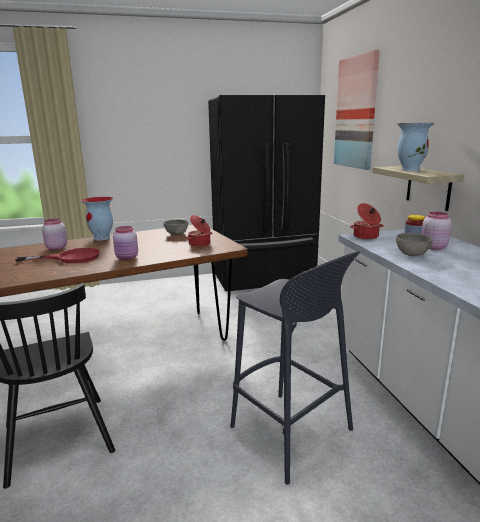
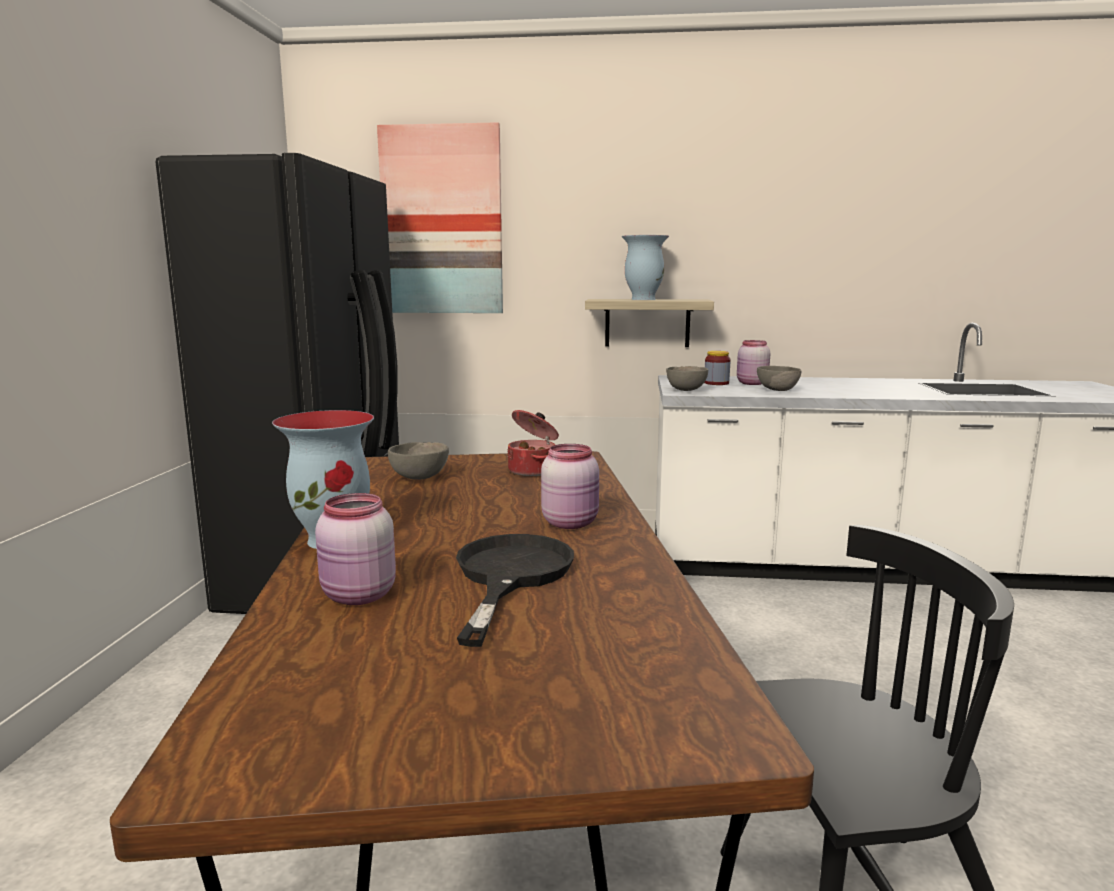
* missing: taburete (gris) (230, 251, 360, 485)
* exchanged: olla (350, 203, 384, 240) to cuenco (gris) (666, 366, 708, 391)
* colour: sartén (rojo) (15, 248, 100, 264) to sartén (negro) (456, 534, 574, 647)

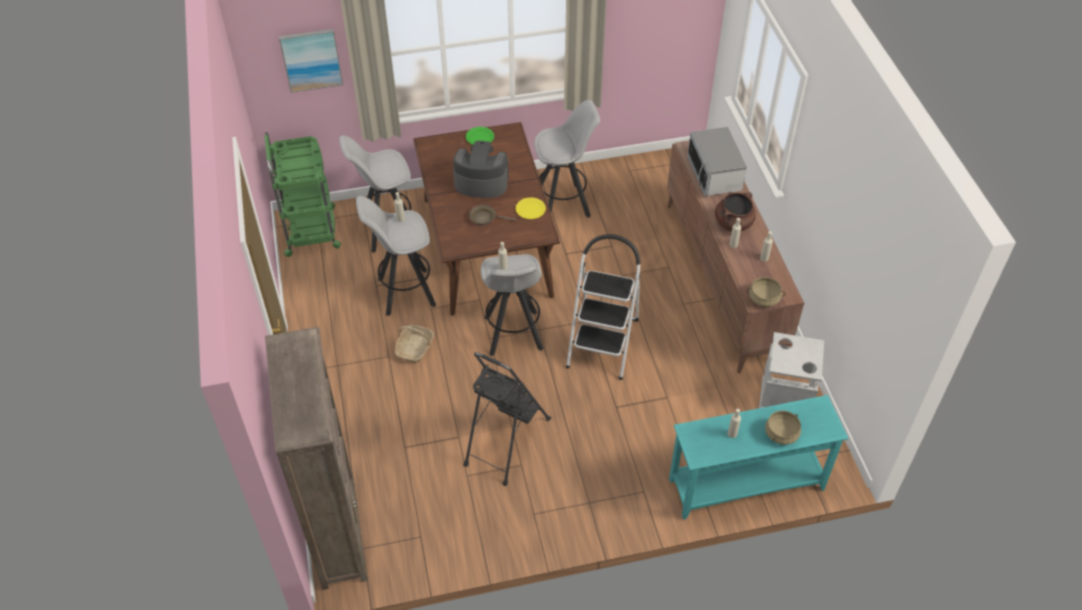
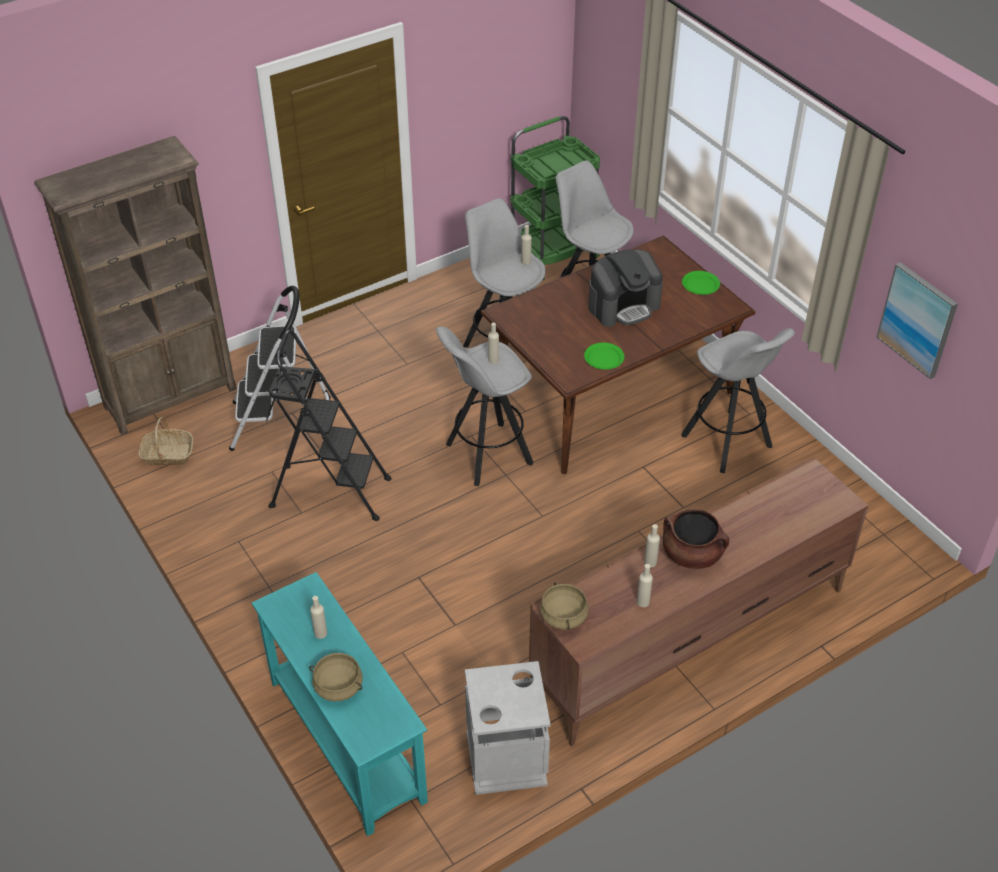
* missing: sartén (marrón) (469, 205, 516, 225)
* missing: microondas (687, 127, 747, 196)
* relocated: cuadro (279, 29, 343, 93) to (877, 262, 958, 379)
* relocated: cesta (395, 325, 434, 363) to (139, 417, 193, 465)
* relocated: escalera de tijera (566, 234, 641, 380) to (229, 286, 330, 451)
* colour: plato (amarillo) (516, 197, 546, 219) to plato (verde) (584, 343, 624, 370)
* spun: cafetera (453, 141, 509, 198) = (588, 249, 663, 327) 75 degrees clockwise

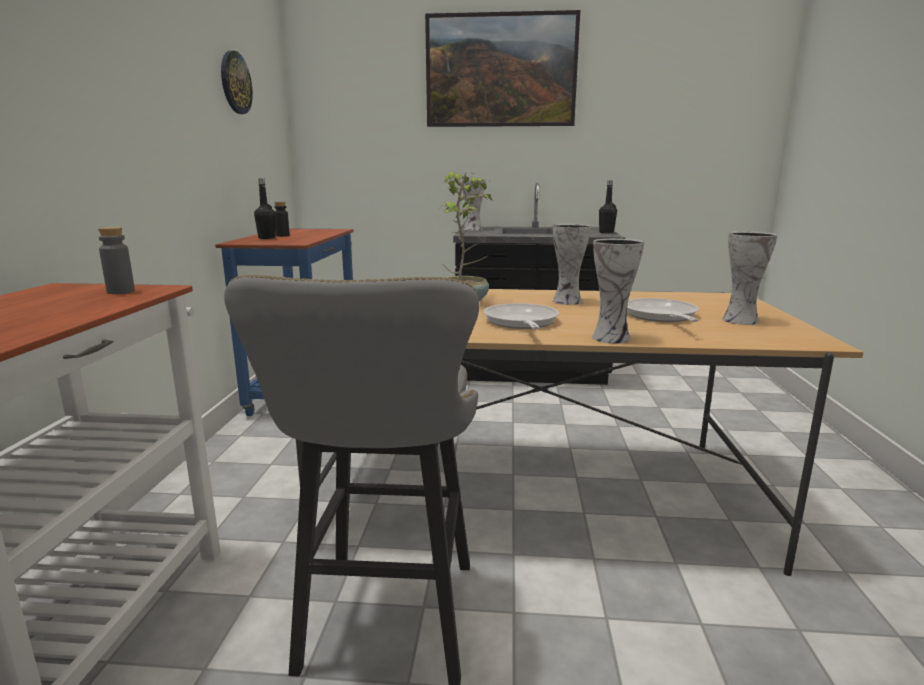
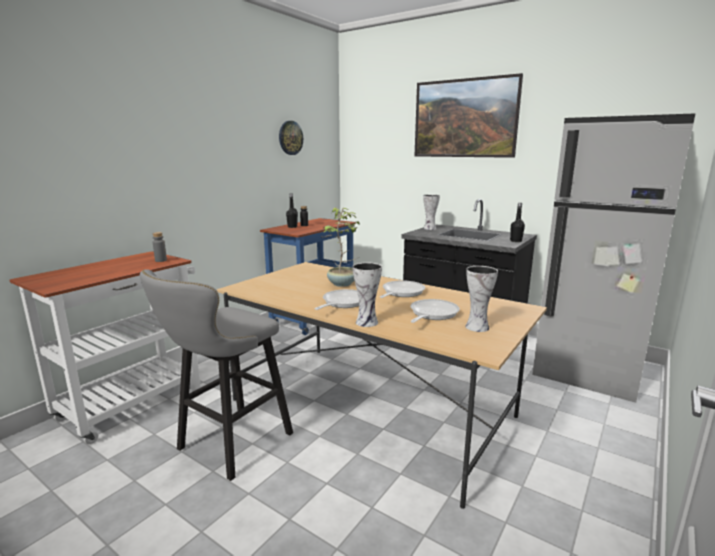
* appeared: nevera (gris) (532, 113, 696, 403)
* exchanged: florero (552, 224, 591, 305) to sartén (380, 280, 425, 298)

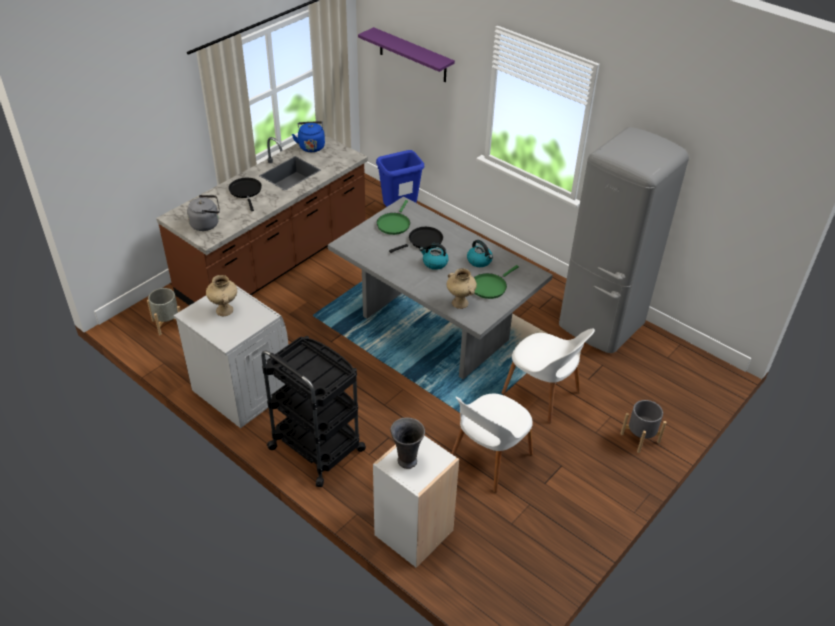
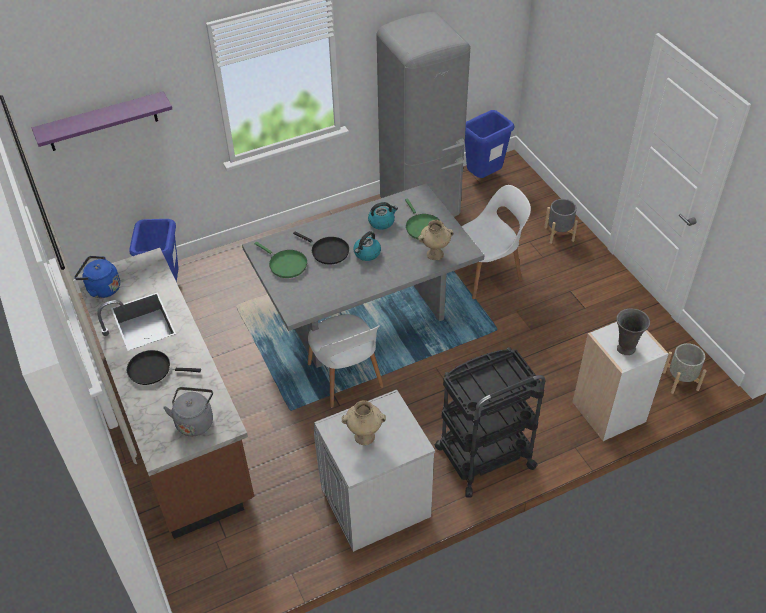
* appeared: papelera (azul) (465, 110, 514, 178)
* relocated: maceta (gris) (147, 288, 181, 335) to (663, 343, 707, 394)
* relocated: silla (blanco) (451, 394, 533, 493) to (308, 314, 384, 408)
* spun: sartén (negro) (389, 227, 443, 253) = (293, 231, 349, 264) 135 degrees clockwise

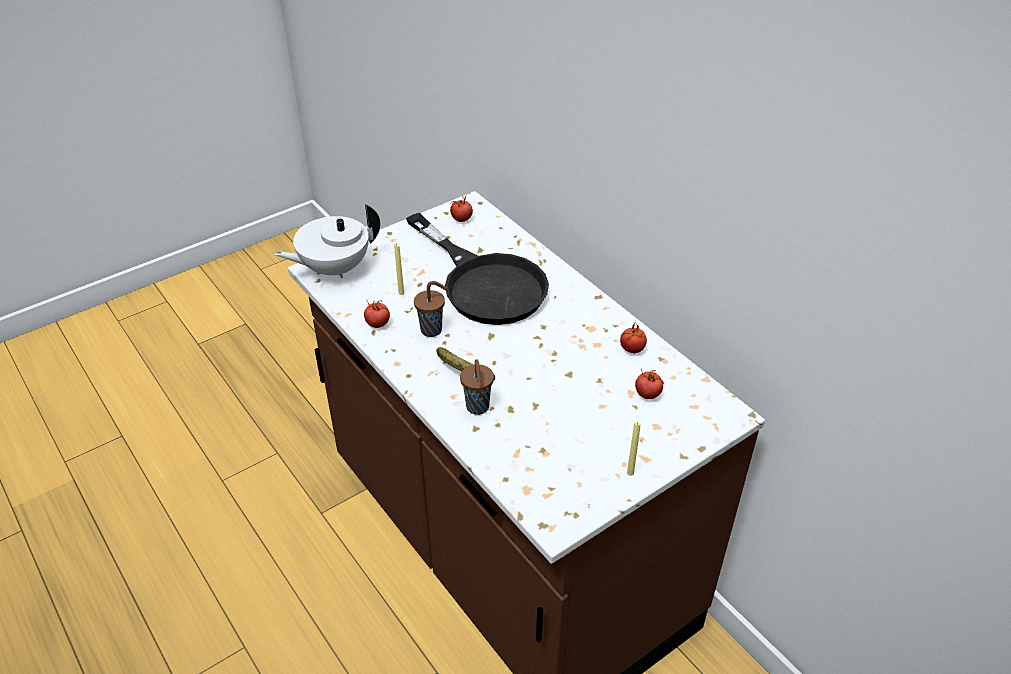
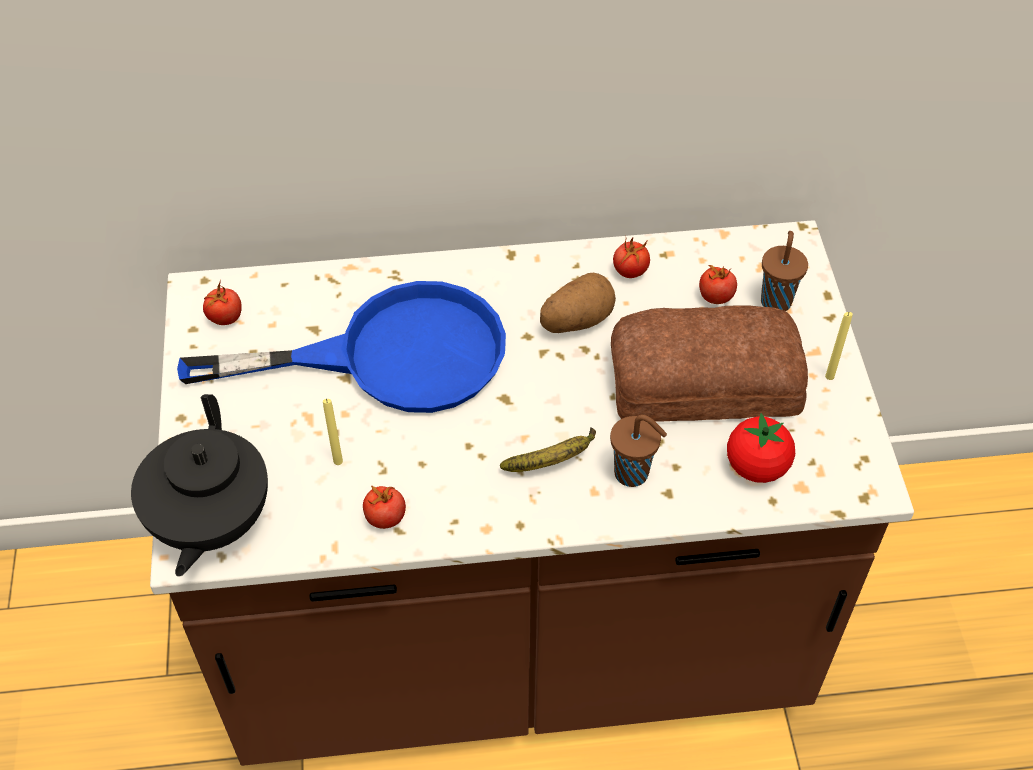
* appeared: patata (540, 273, 616, 333)
* appeared: pan (611, 306, 808, 422)
* appeared: tomate (727, 413, 795, 483)
* relocated: taza (marrón) (414, 281, 447, 337) to (761, 231, 808, 311)
* colour: tetera (blanco) (274, 204, 380, 278) to tetera (negro) (131, 394, 268, 577)
* colour: sartén (negro) (406, 213, 549, 325) to sartén (azul) (177, 281, 506, 413)

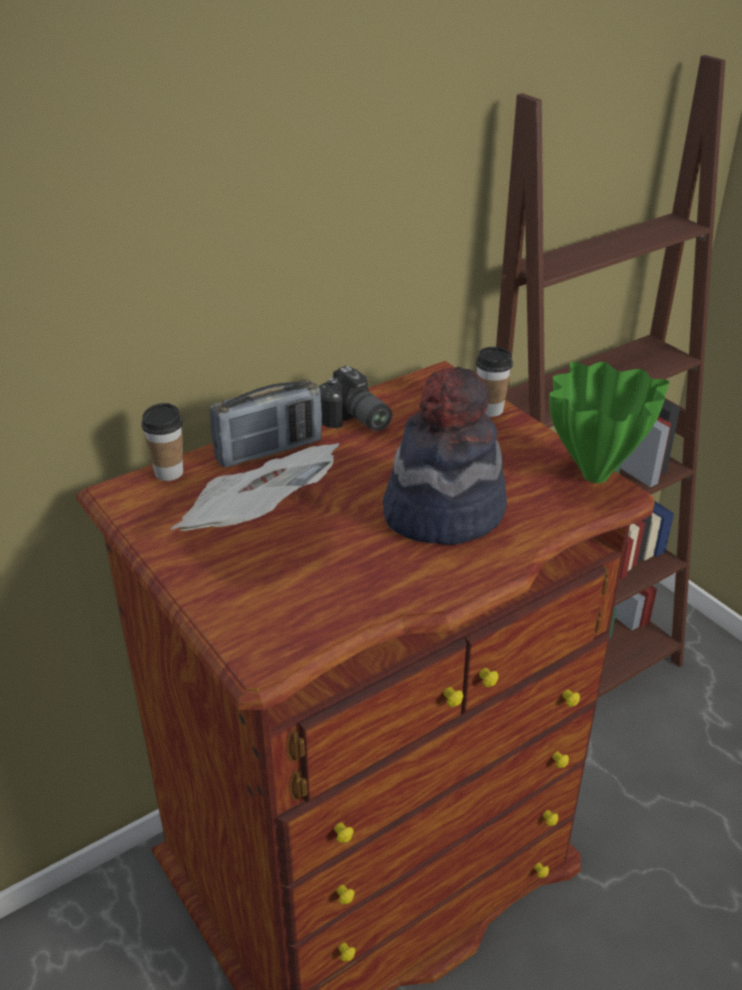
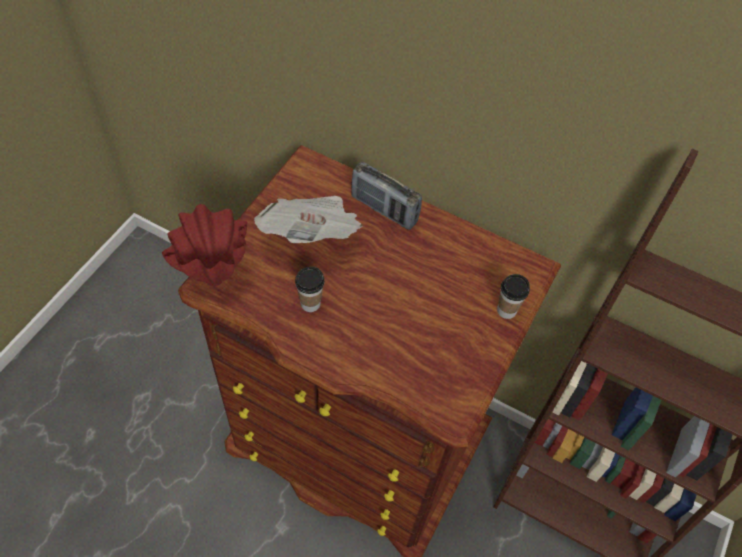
* missing: cámara (319, 366, 392, 431)
* missing: sombrero (383, 367, 507, 545)
* missing: florero (verde) (549, 362, 670, 483)
* appeared: florero (rojo) (162, 204, 247, 286)
* relocated: taza (141, 403, 183, 481) to (295, 267, 324, 312)

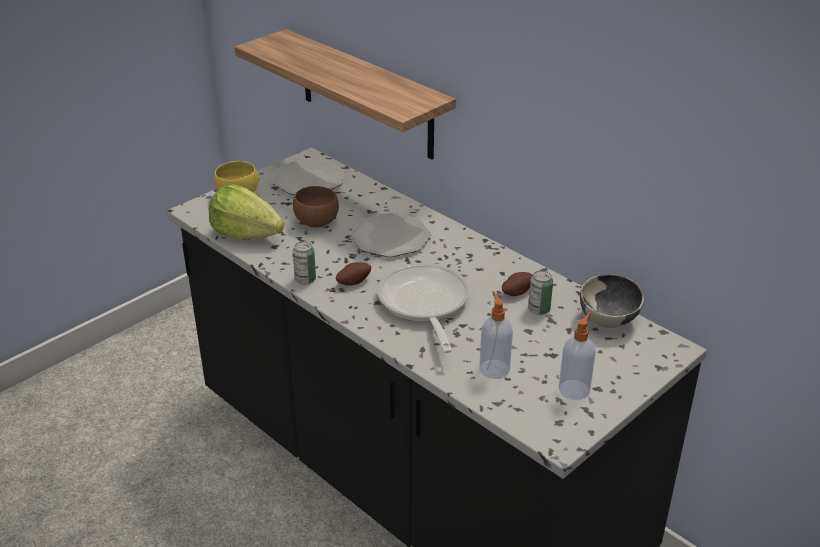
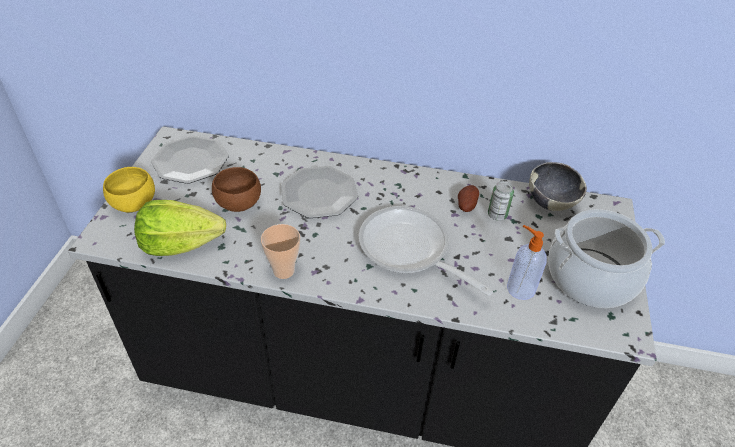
* missing: estante (234, 29, 456, 160)
* missing: patata (336, 262, 371, 286)
* exchanged: lata (293, 241, 316, 284) to taza (261, 224, 300, 279)
* exchanged: dispensador de jabón (559, 312, 596, 400) to olla (548, 209, 665, 308)

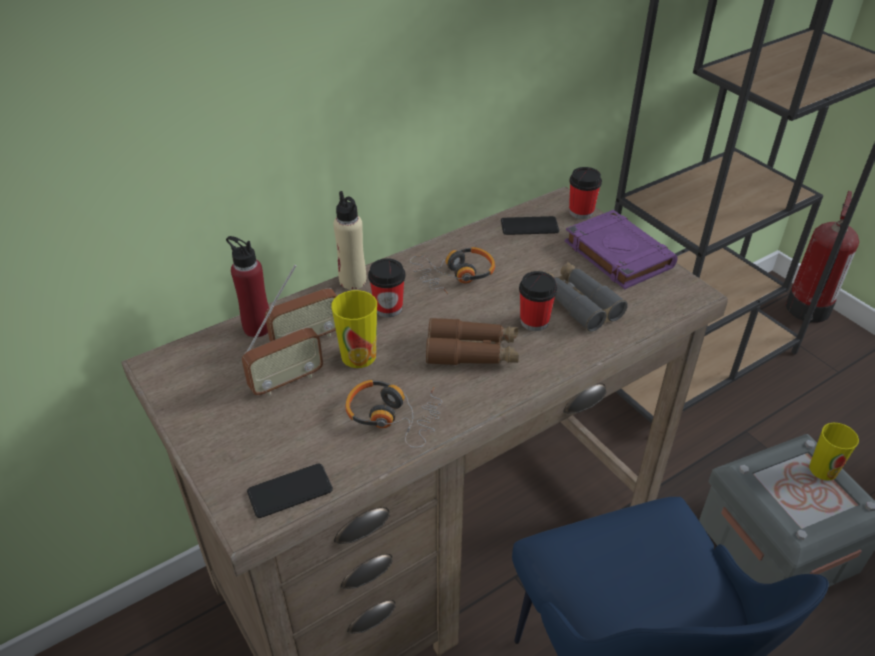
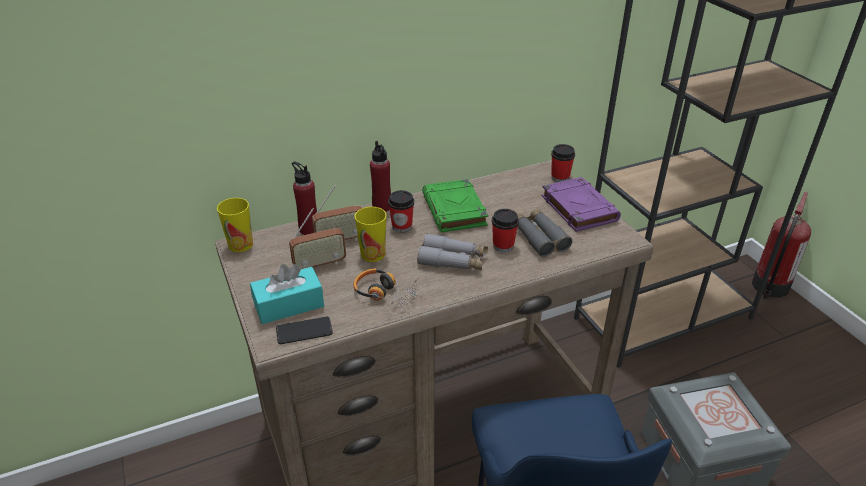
* missing: móvil (501, 216, 559, 235)
* appeared: caja de pañuelos (turquesa) (250, 264, 324, 324)
* relocated: taza (809, 423, 859, 481) to (217, 198, 253, 252)
* exchanged: auriculares (410, 247, 495, 294) to libro (verde) (422, 179, 488, 232)
* colour: botella (beis) (333, 191, 366, 289) to botella (rojo) (370, 141, 391, 212)
* colour: prismáticos (marrón) (426, 317, 519, 365) to prismáticos (gris) (417, 233, 488, 270)

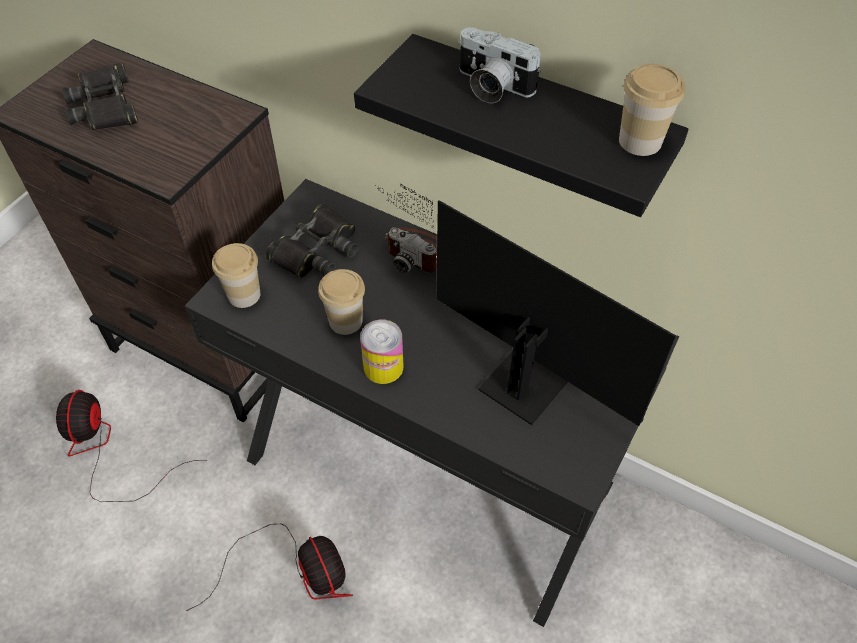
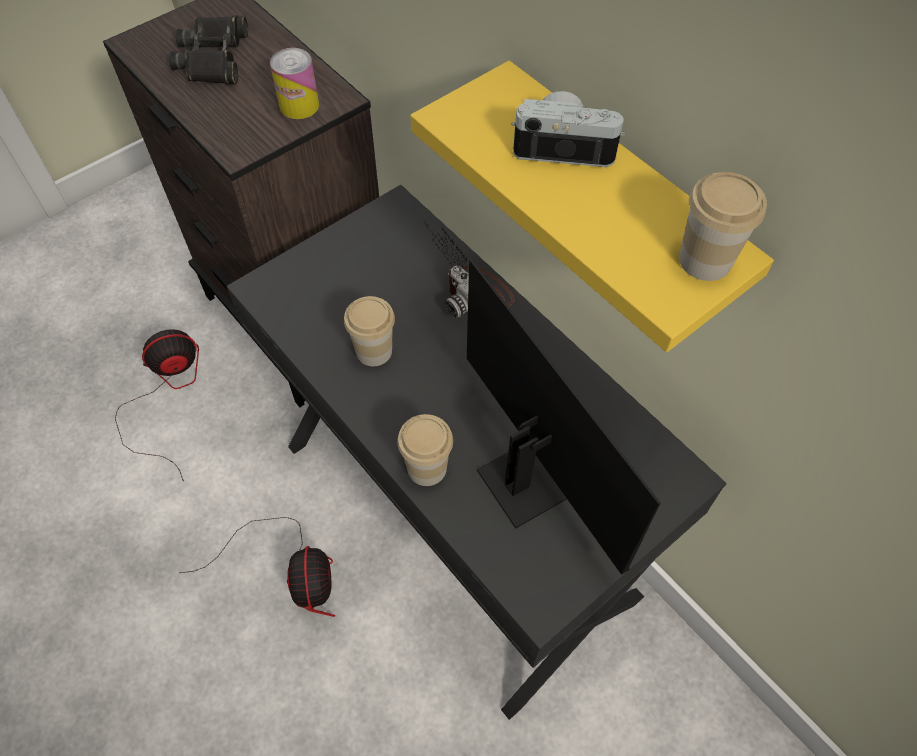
* missing: prismáticos (negro) (265, 204, 359, 278)
* relocated: taza (212, 243, 260, 308) to (397, 414, 453, 486)
* relocated: lata (360, 320, 403, 384) to (270, 48, 319, 119)
* colour: estante (negro) (354, 34, 688, 217) to estante (amarillo) (410, 61, 774, 352)
* spun: ventilador (56, 390, 207, 502) = (115, 329, 199, 482) 45 degrees clockwise
* spun: cámara (459, 27, 541, 103) = (511, 91, 625, 167) 135 degrees clockwise

